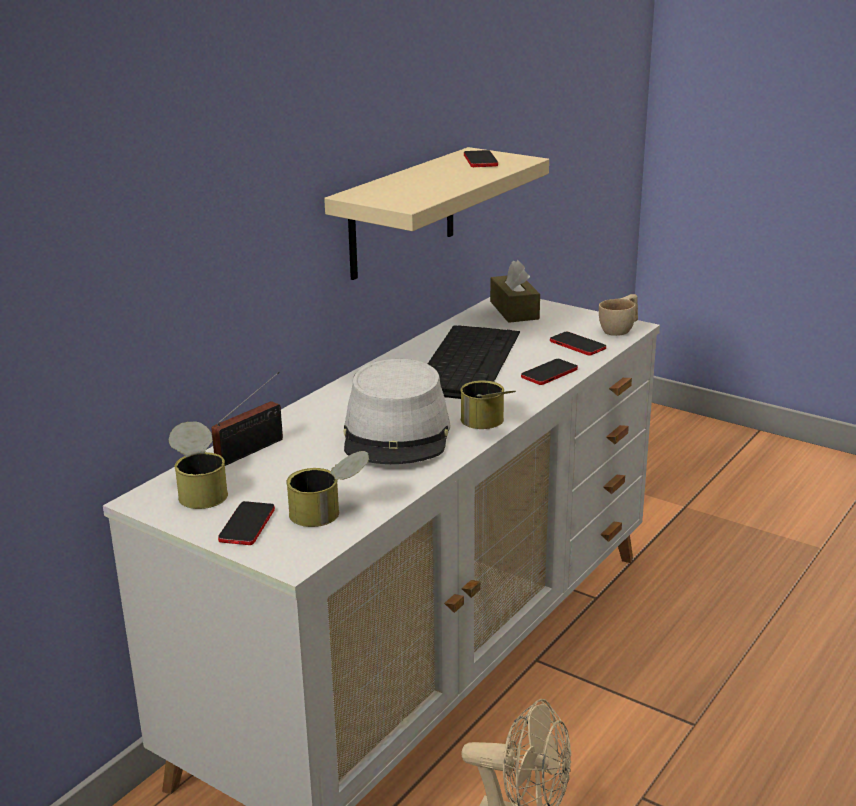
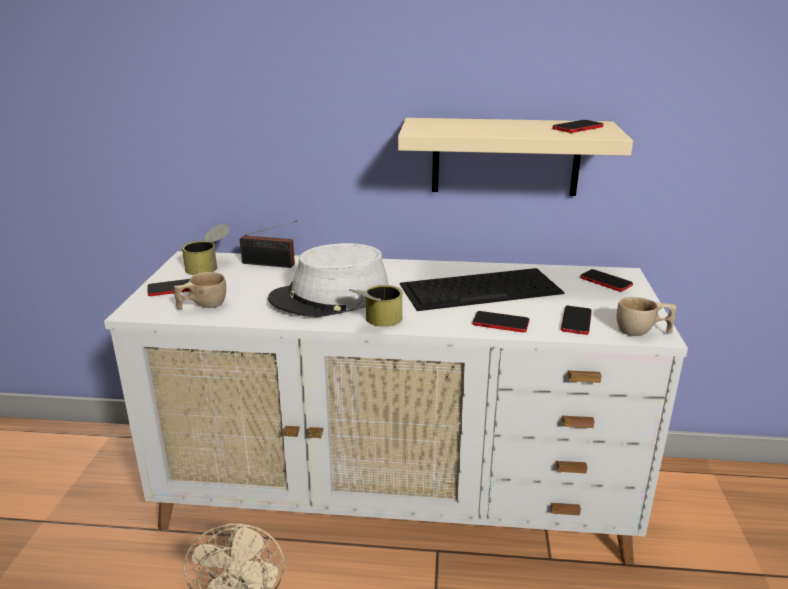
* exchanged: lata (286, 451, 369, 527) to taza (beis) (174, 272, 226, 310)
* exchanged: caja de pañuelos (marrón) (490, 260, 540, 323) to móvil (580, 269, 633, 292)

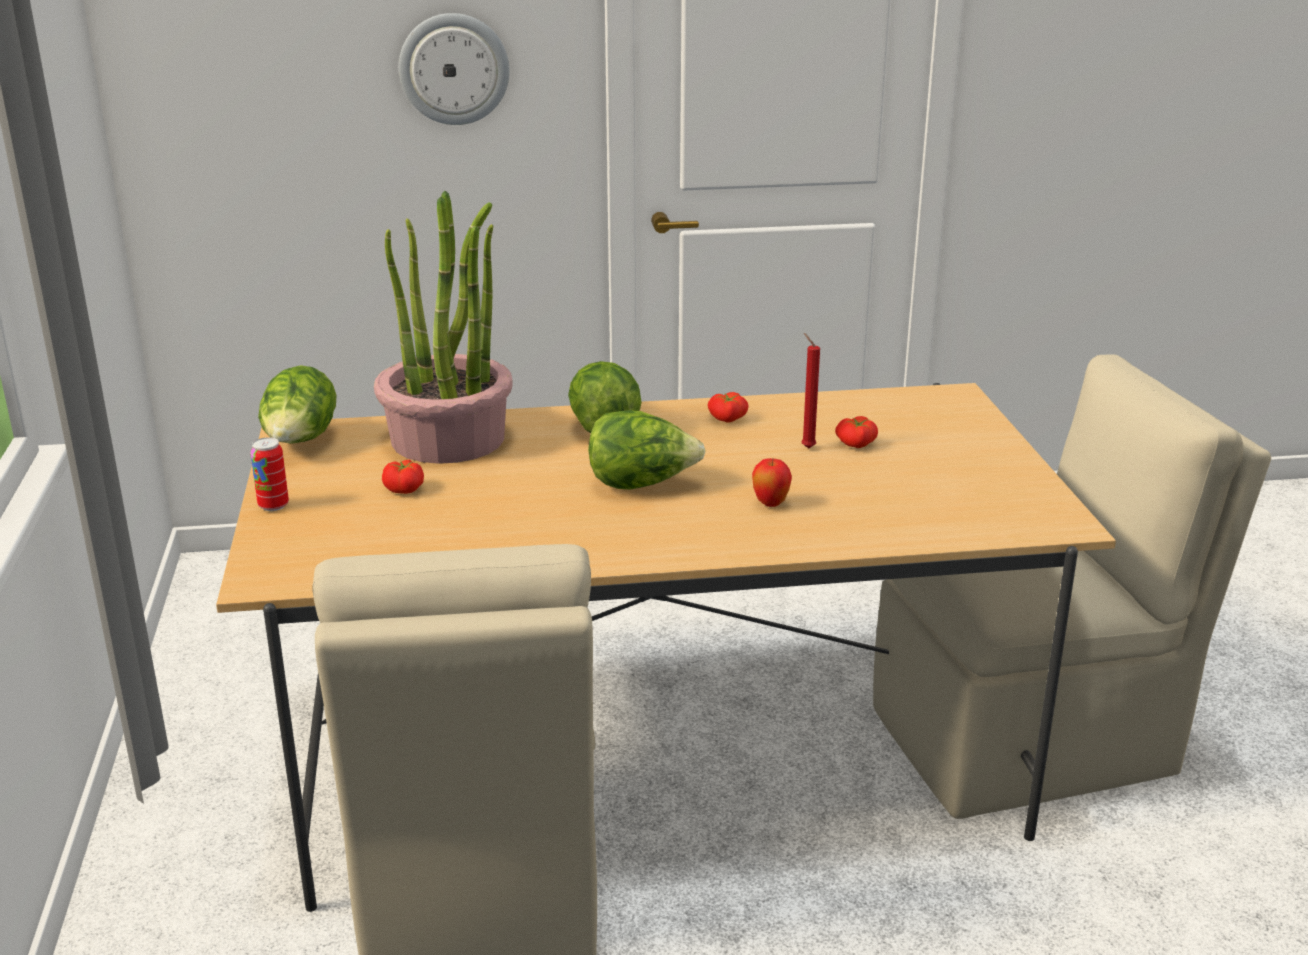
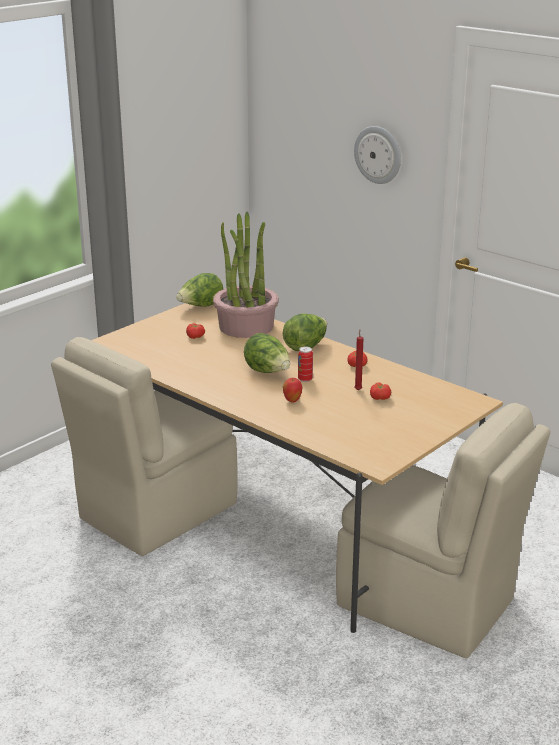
* relocated: lata (251, 437, 289, 511) to (298, 346, 313, 382)

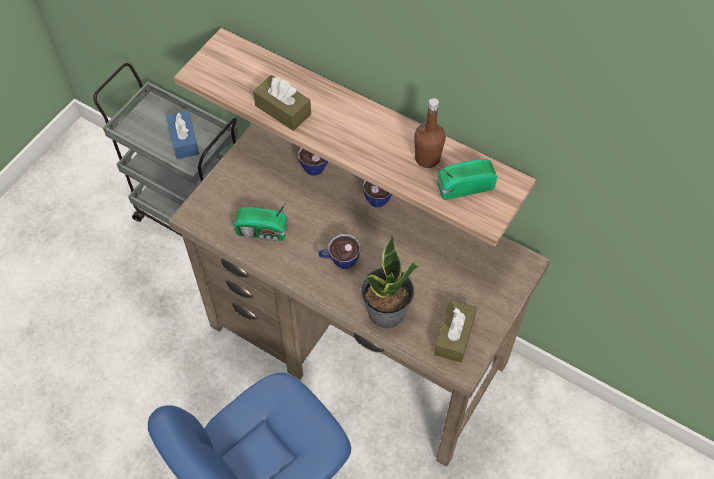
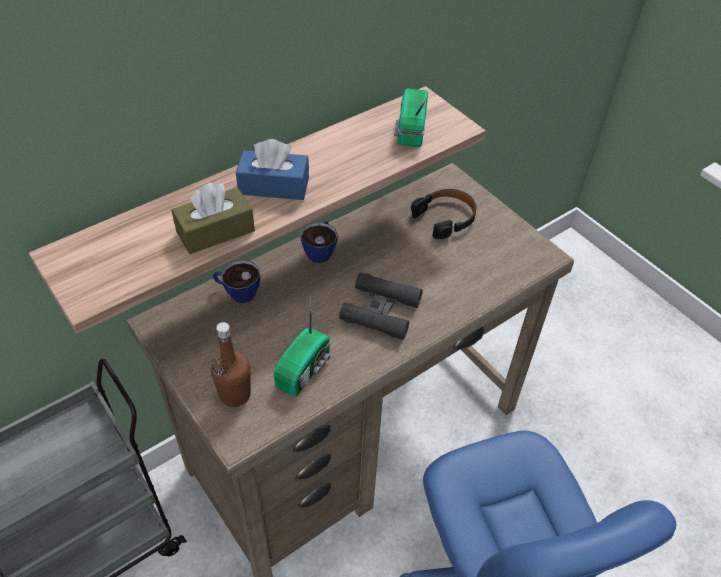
* missing: planta en maceta (361, 235, 419, 328)
* missing: caja de pañuelos (marrón) (434, 300, 477, 363)
* appeared: auriculares (negro) (411, 189, 476, 239)
* relocated: caja de pañuelos (azul) (166, 111, 199, 159) to (236, 139, 309, 200)
* relocated: botella (marrón) (414, 98, 446, 168) to (210, 322, 251, 407)
* exchanged: taza (318, 234, 360, 269) to prismáticos (negro) (339, 273, 423, 340)

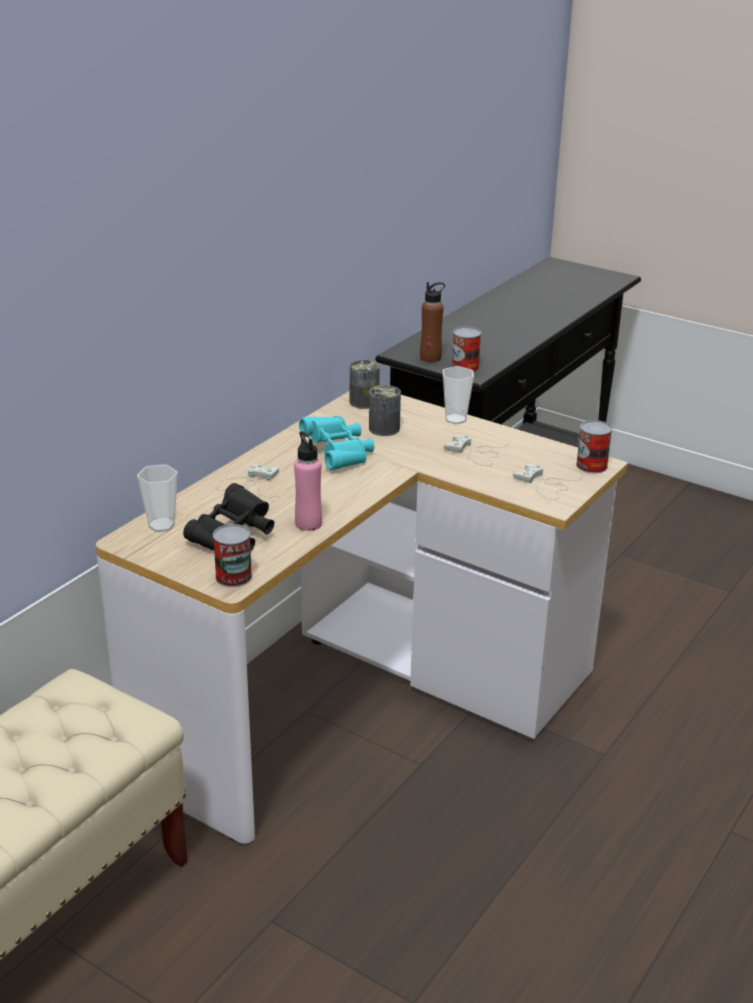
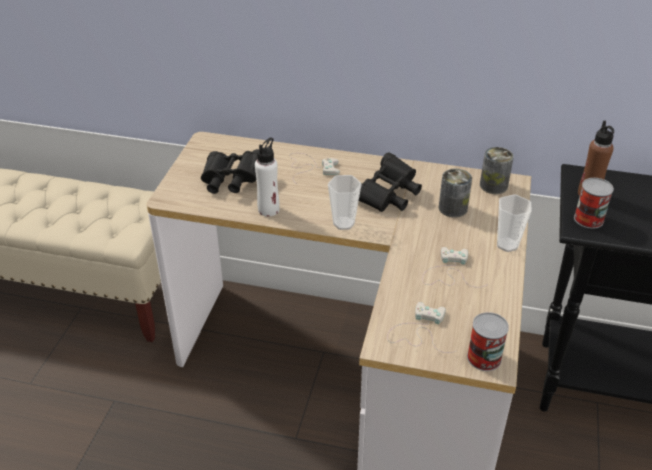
* missing: lata (213, 524, 252, 587)
* relocated: taza (137, 464, 178, 532) to (328, 175, 362, 230)
* colour: botella (rosa) (294, 431, 322, 531) to botella (blanco) (255, 138, 280, 216)
* colour: prismáticos (turquesa) (299, 416, 374, 470) to prismáticos (negro) (359, 152, 422, 212)

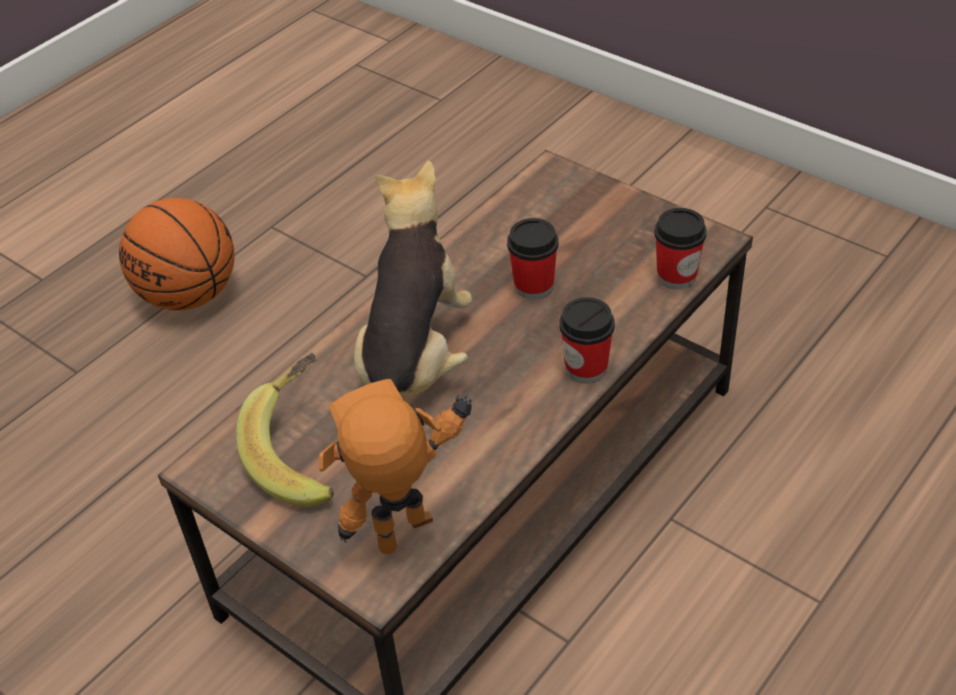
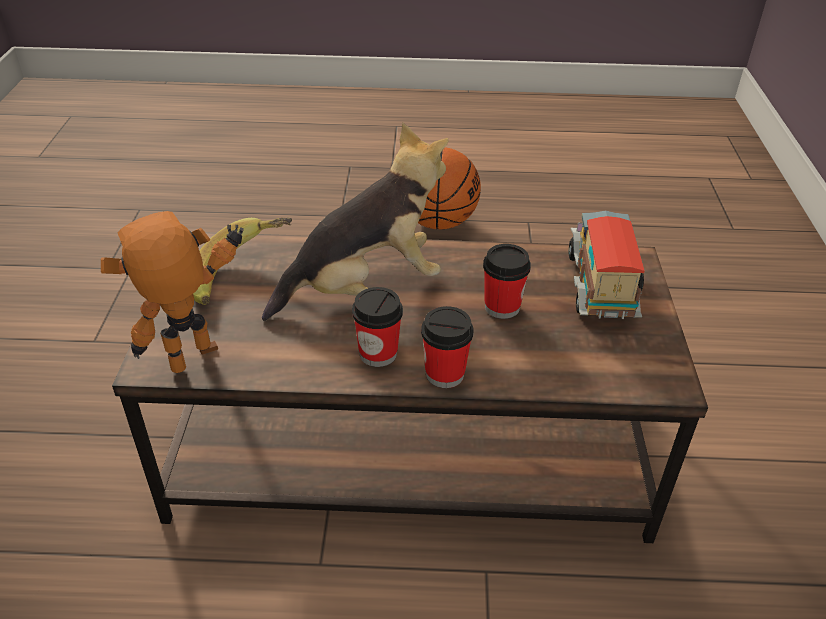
* appeared: camión de juguete (569, 210, 645, 319)
* relocated: taza (654, 208, 707, 290) to (352, 287, 403, 367)
* spun: robot de juguete (319, 379, 474, 555) = (101, 211, 244, 373) 60 degrees counterclockwise

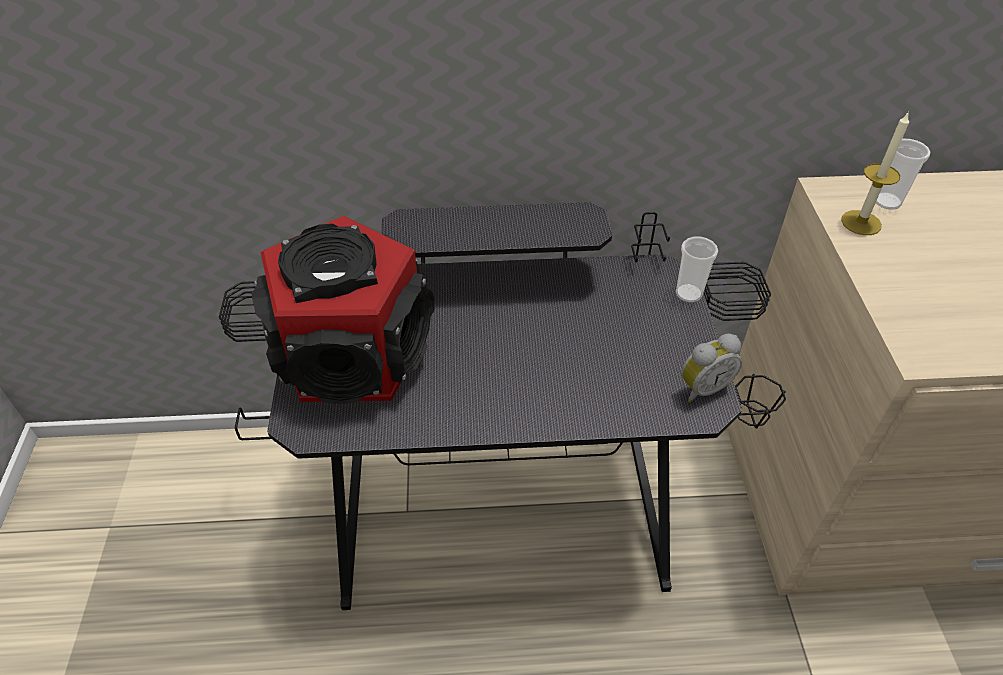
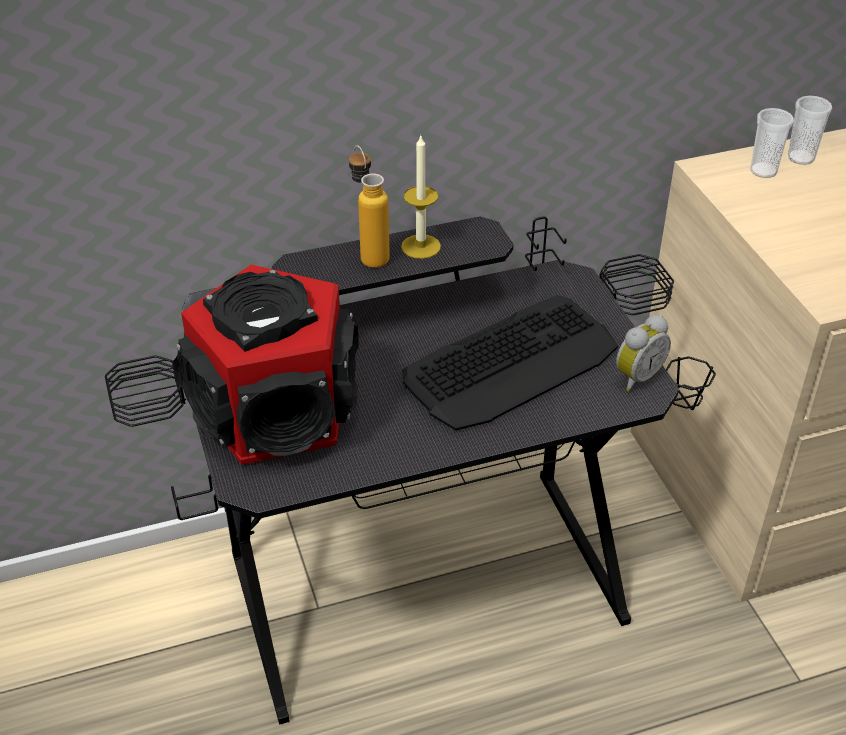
* appeared: botella (349, 145, 390, 268)
* appeared: teclado (402, 295, 618, 430)
* relocated: taza (676, 237, 718, 302) to (788, 96, 832, 165)
* relocated: vela (841, 111, 909, 235) to (401, 136, 441, 259)

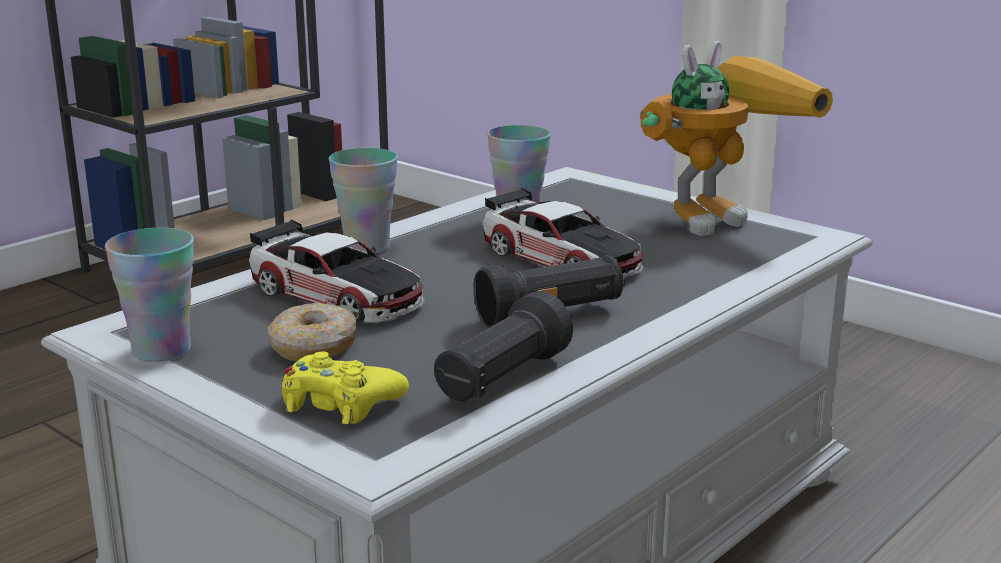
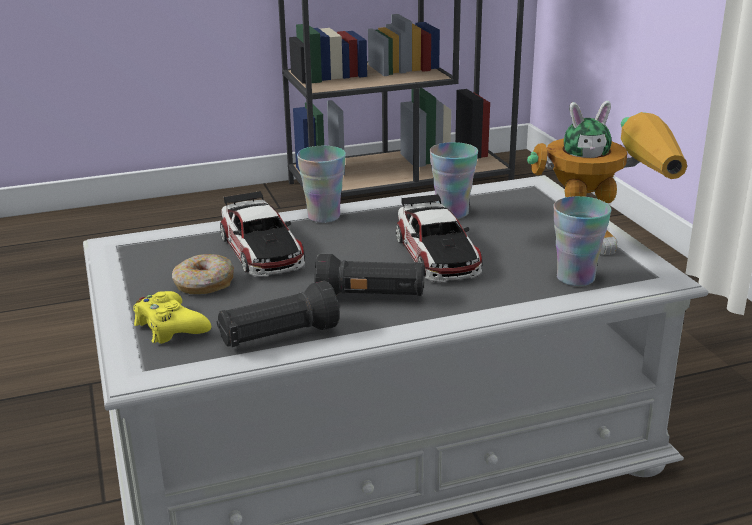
* relocated: taza (105, 228, 194, 362) to (553, 196, 612, 286)

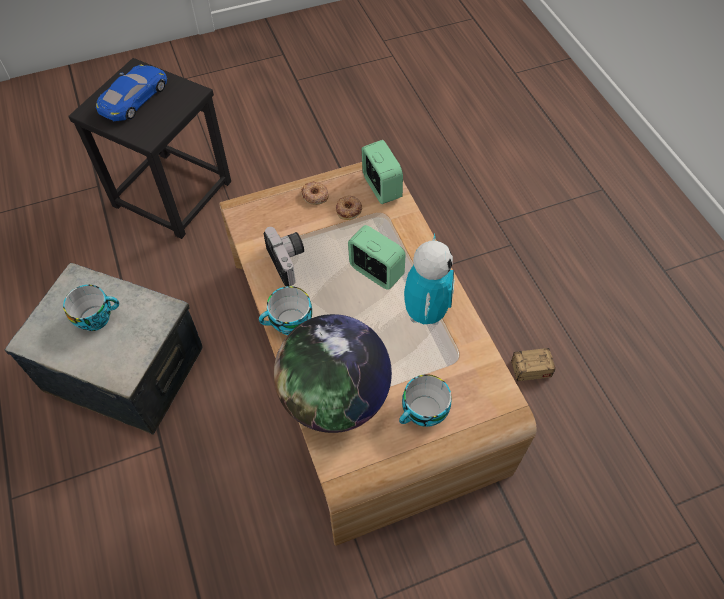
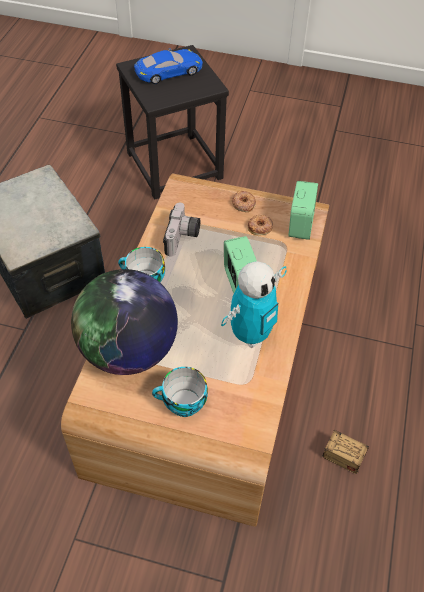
* missing: taza (63, 285, 119, 331)

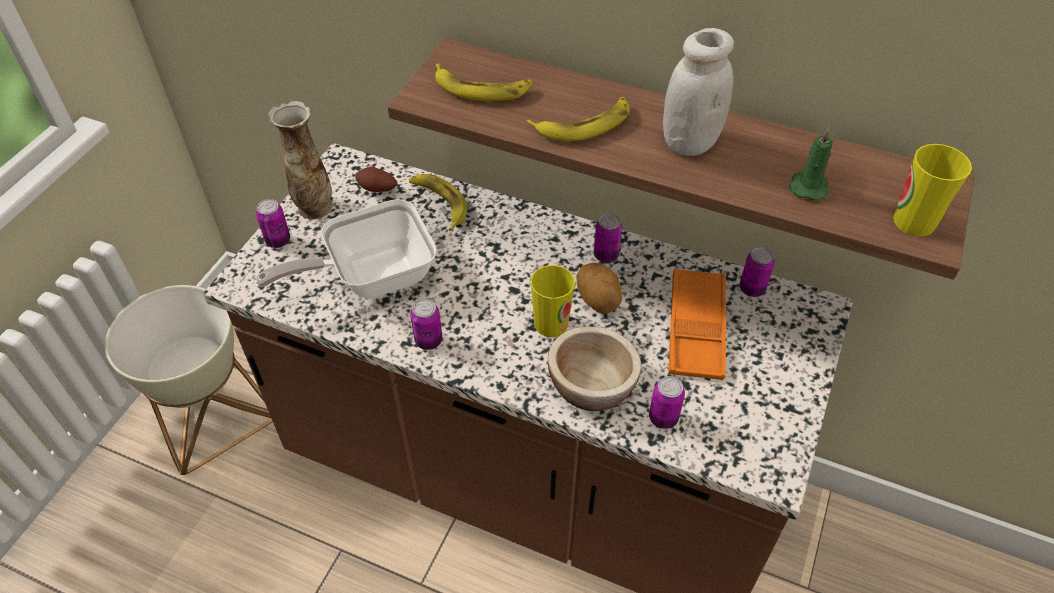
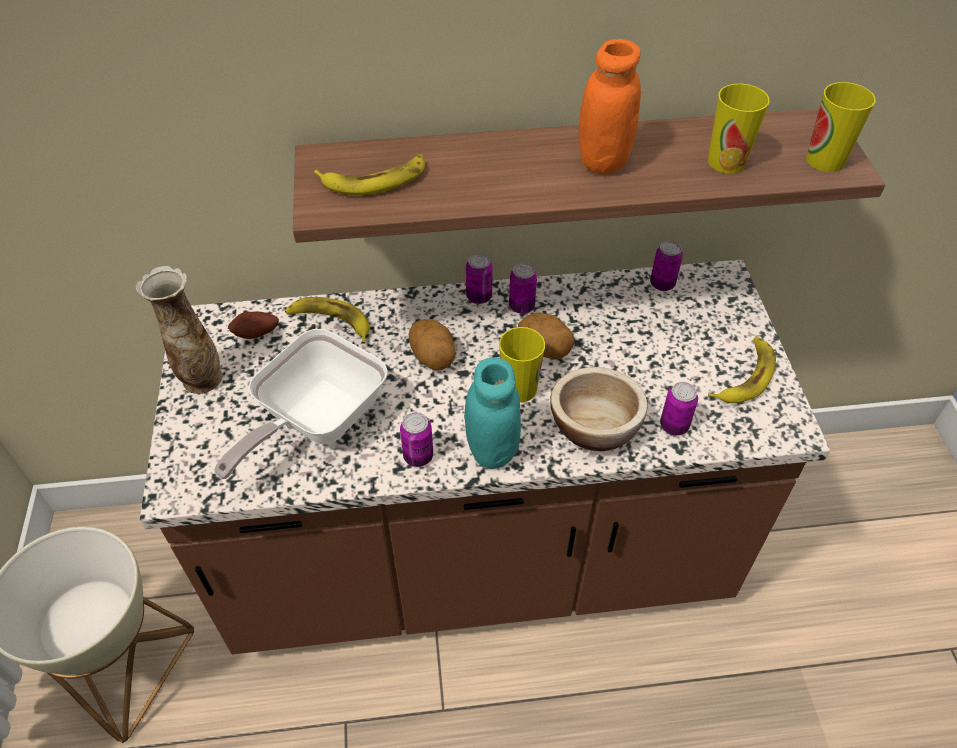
* missing: bandeja (naranja) (668, 268, 726, 380)
* appeared: patata (409, 319, 456, 371)
* appeared: tarro (turquesa) (464, 357, 521, 469)
* relocated: lata (256, 199, 290, 248) to (466, 253, 493, 304)
* relocated: plátano (527, 97, 630, 142) to (708, 337, 776, 403)
* exchanged: vela (verde) (789, 128, 833, 201) to taza (708, 83, 770, 174)
* colour: tarro (blanco) (663, 28, 734, 156) to tarro (naranja) (579, 39, 641, 174)

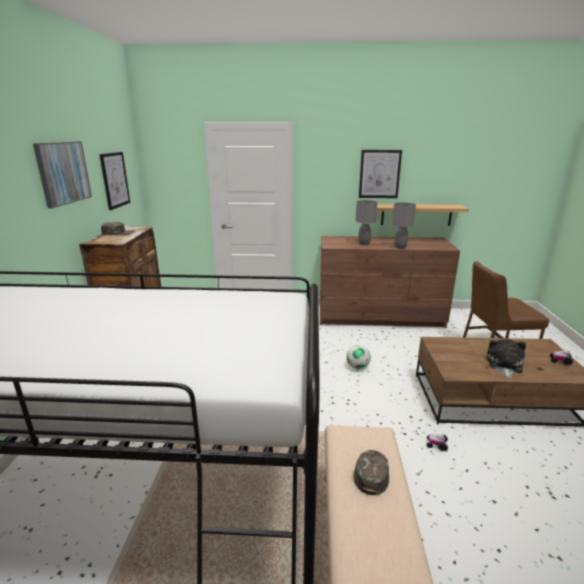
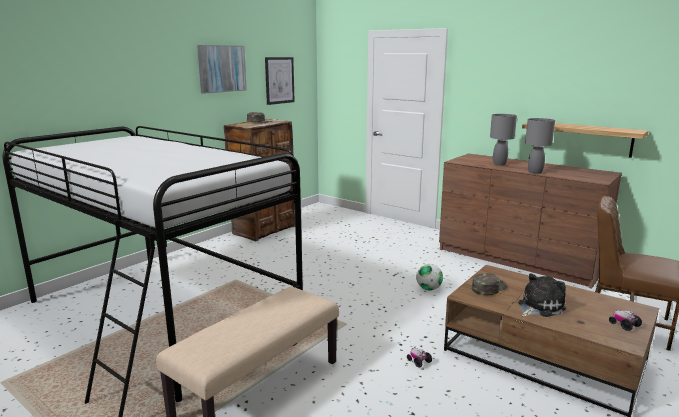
* missing: cuadro (359, 150, 402, 198)
* relocated: gorra (verde) (354, 450, 389, 495) to (472, 273, 508, 295)

